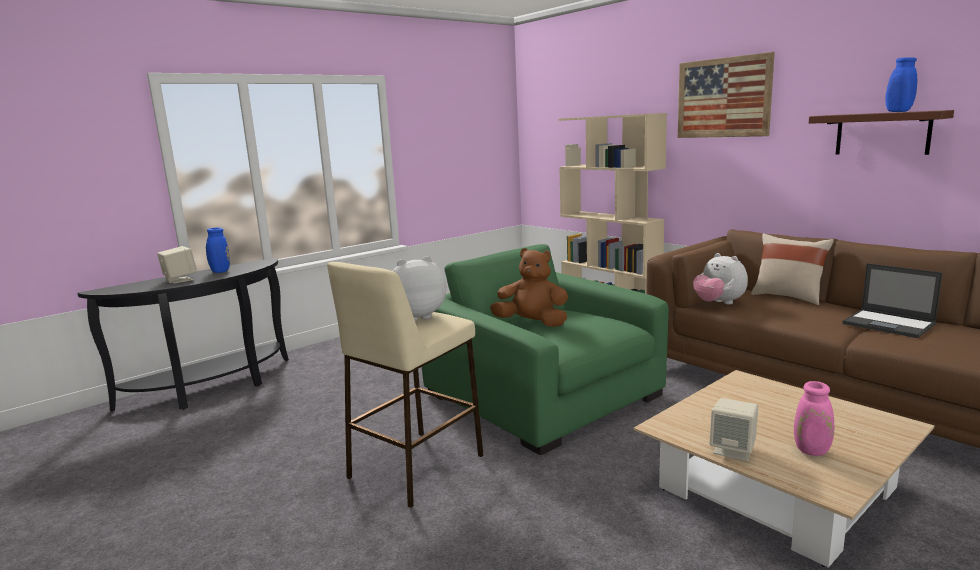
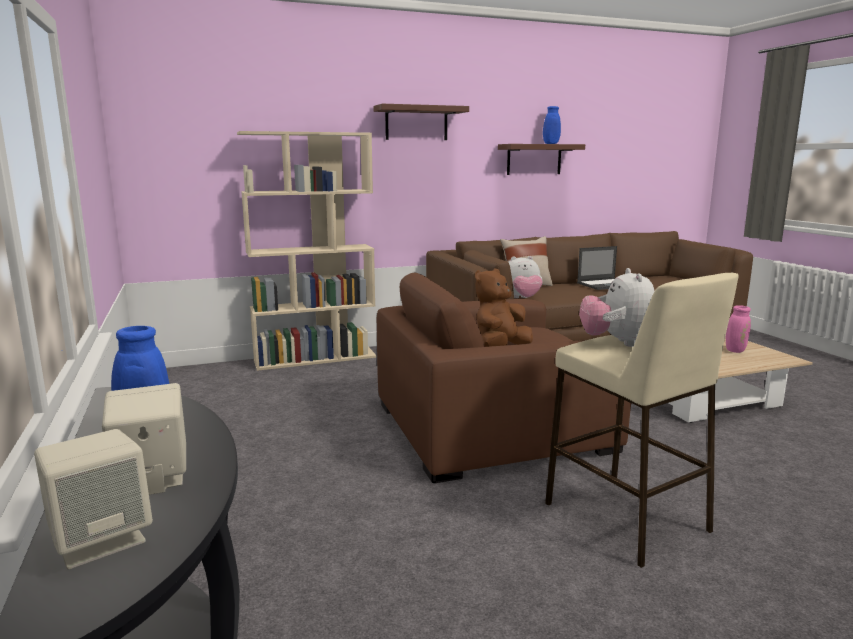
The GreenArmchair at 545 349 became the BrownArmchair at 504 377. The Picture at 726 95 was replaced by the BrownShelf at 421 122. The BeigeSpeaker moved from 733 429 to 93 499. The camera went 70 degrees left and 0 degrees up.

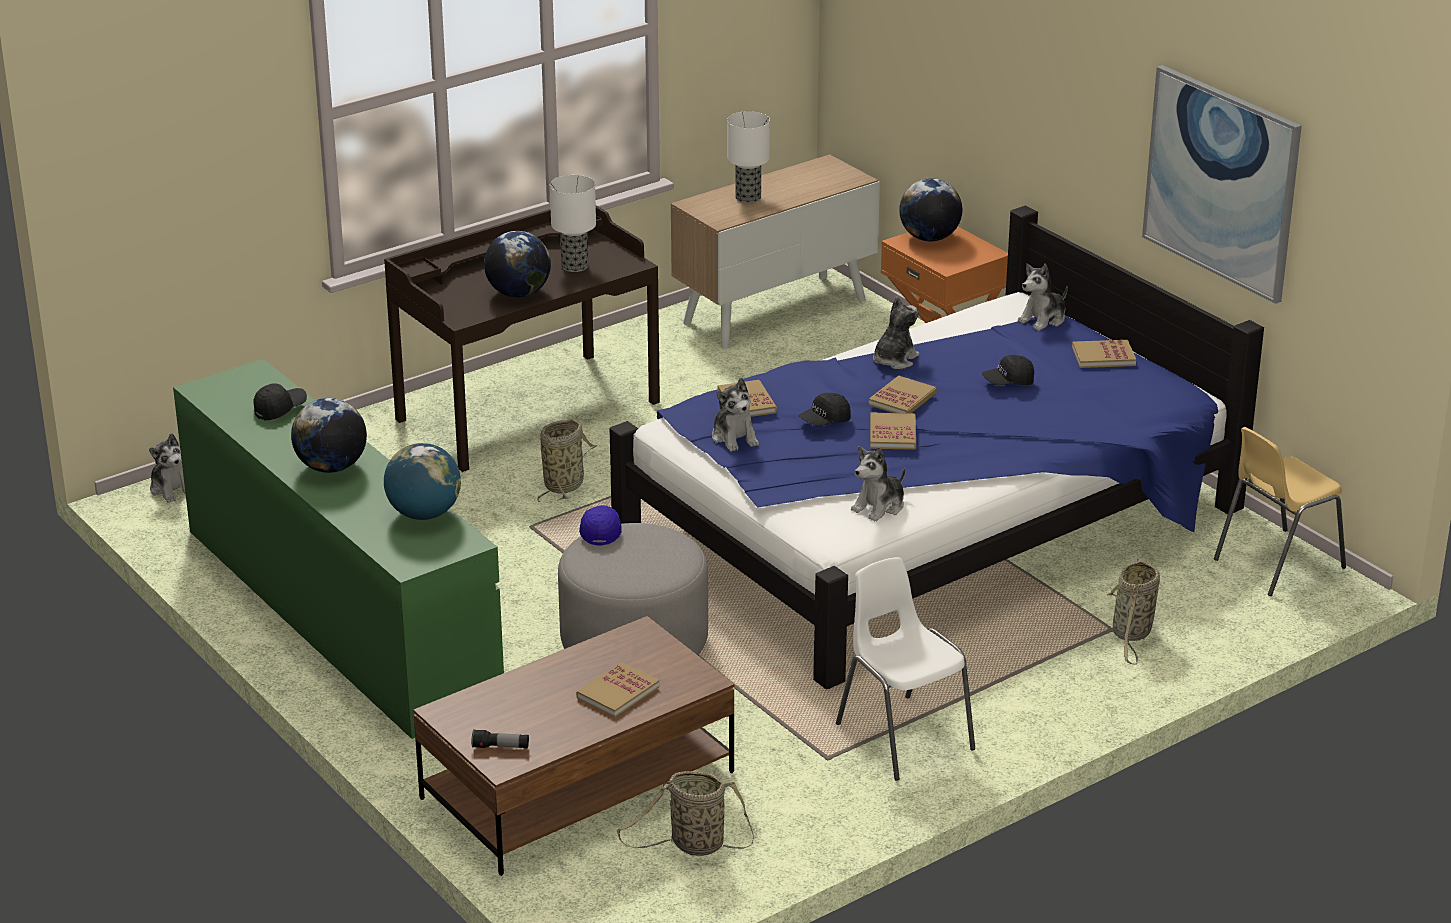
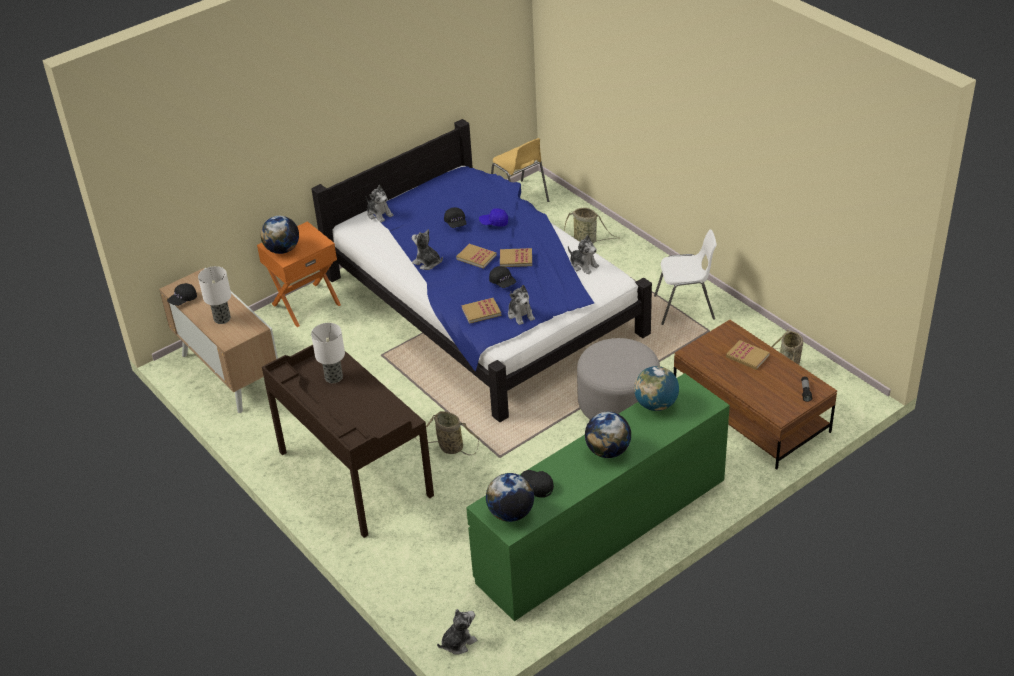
The Globe moved from 517 264 to 510 497. The BlueCap moved from 600 525 to 493 217. The PlushToy at 735 415 turned 90 degrees clockwise. The WhiteChair at 905 669 turned 150 degrees counterclockwise. The Book at 1104 354 disappeared. The Picture at 1222 184 disappeared. The BlackCap at 182 294 appeared. The camera went 90 degrees left and 10 degrees up.

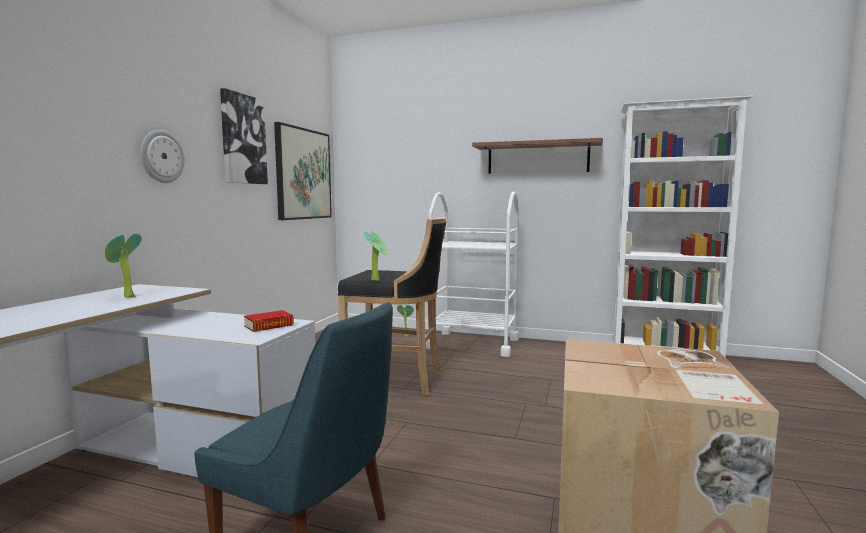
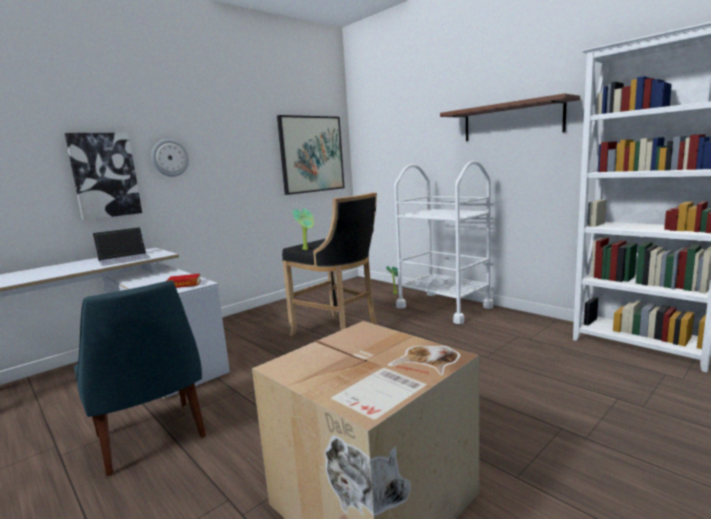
The PottedPlant at 123 266 was replaced by the Laptop at 121 246. The Picture moved from 244 136 to 103 176. The camera went 30 degrees right and 5 degrees up.

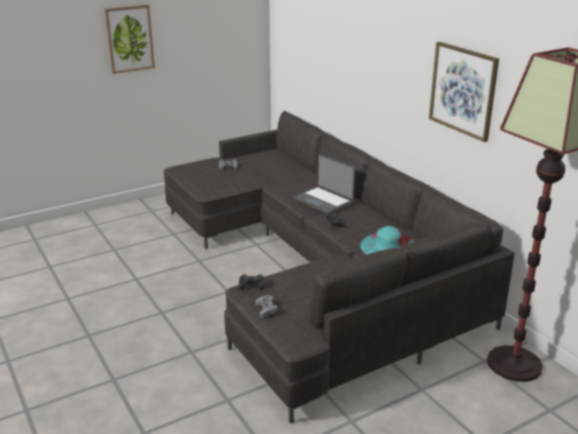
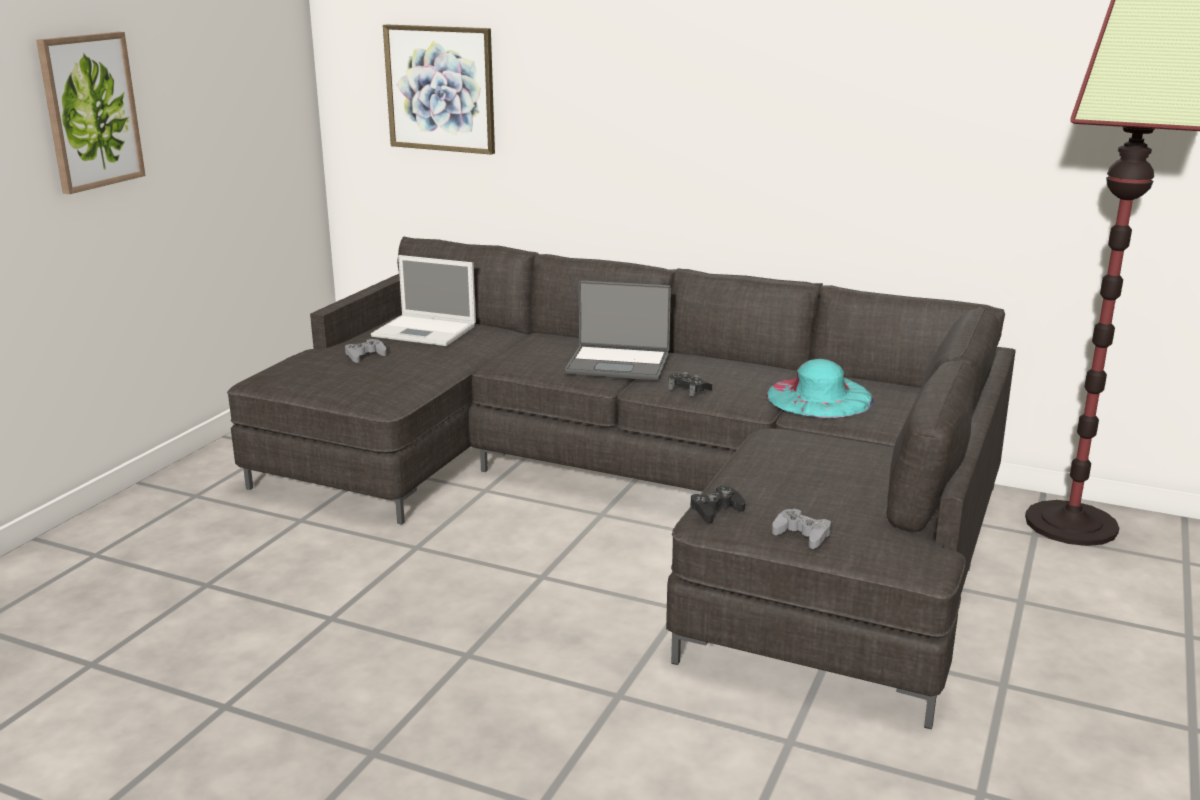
The Picture moved from 464 92 to 439 89. The Laptop at 423 300 appeared. The camera went 35 degrees left and 5 degrees down.

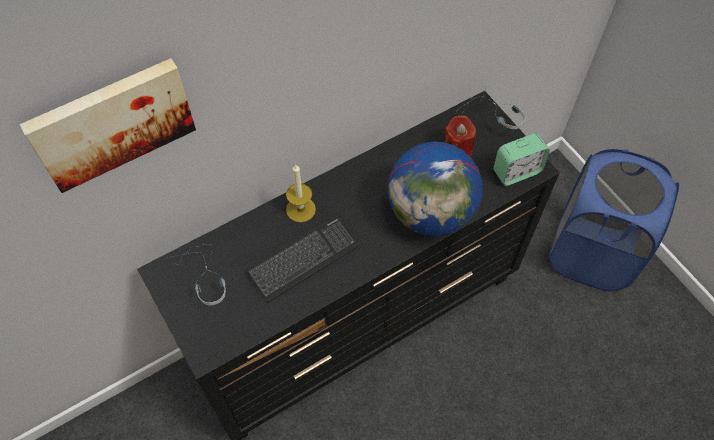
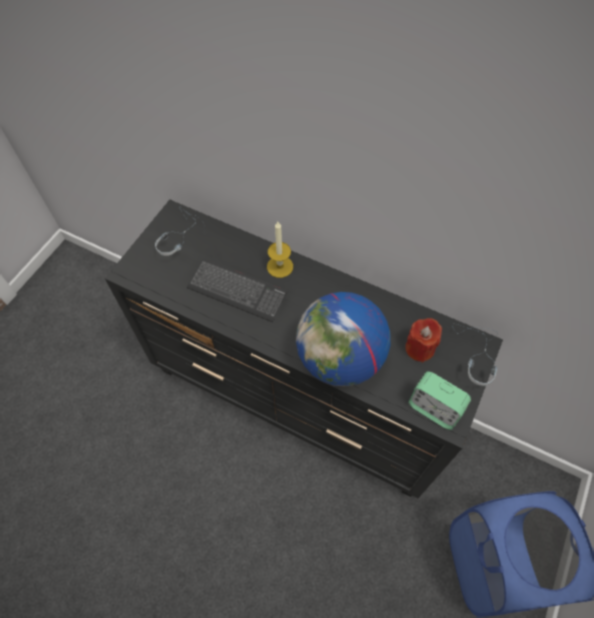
The Picture at 108 125 disappeared. The camera went 60 degrees right and 0 degrees up.

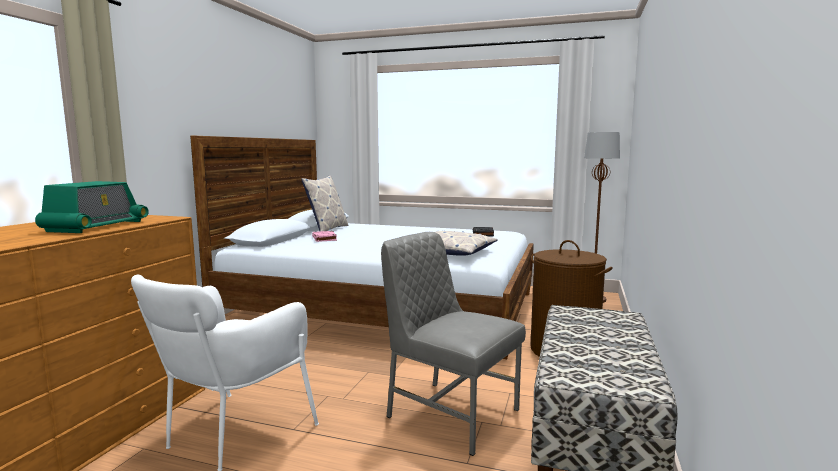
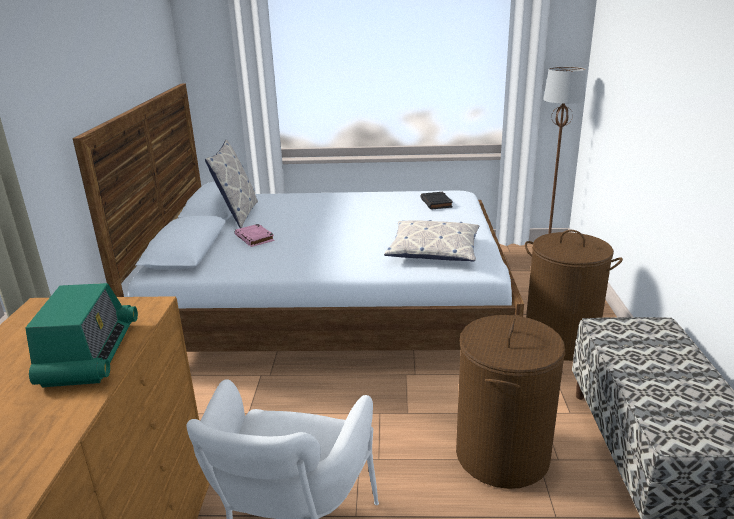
The GreyChair at 453 344 was replaced by the BrownLaundryBasket at 510 402. The camera went 15 degrees left and 15 degrees up.

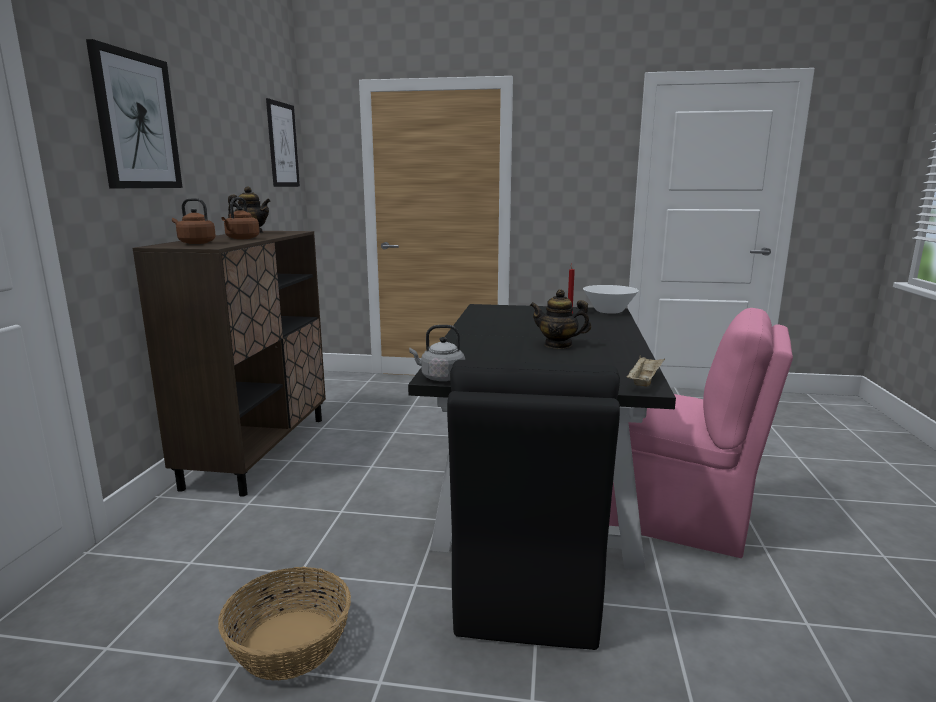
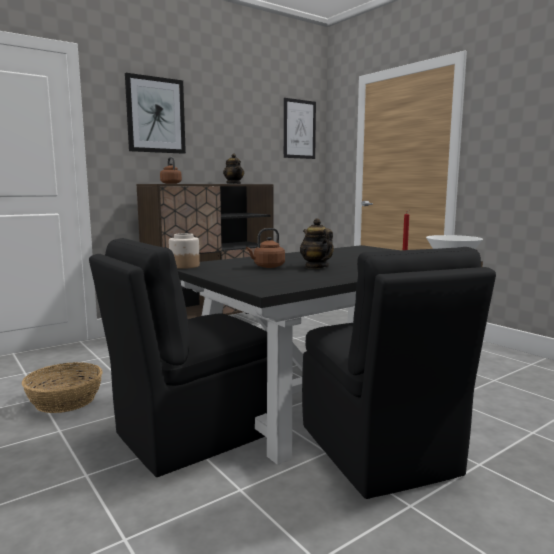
The BrownKettle moved from 240 218 to 265 248. The GreyKettle at 437 353 was replaced by the Jar at 184 251. The PinkChair at 701 433 became the BlackChair at 399 373. The BeigeTray at 645 371 disappeared. The camera went 45 degrees right and 5 degrees down.

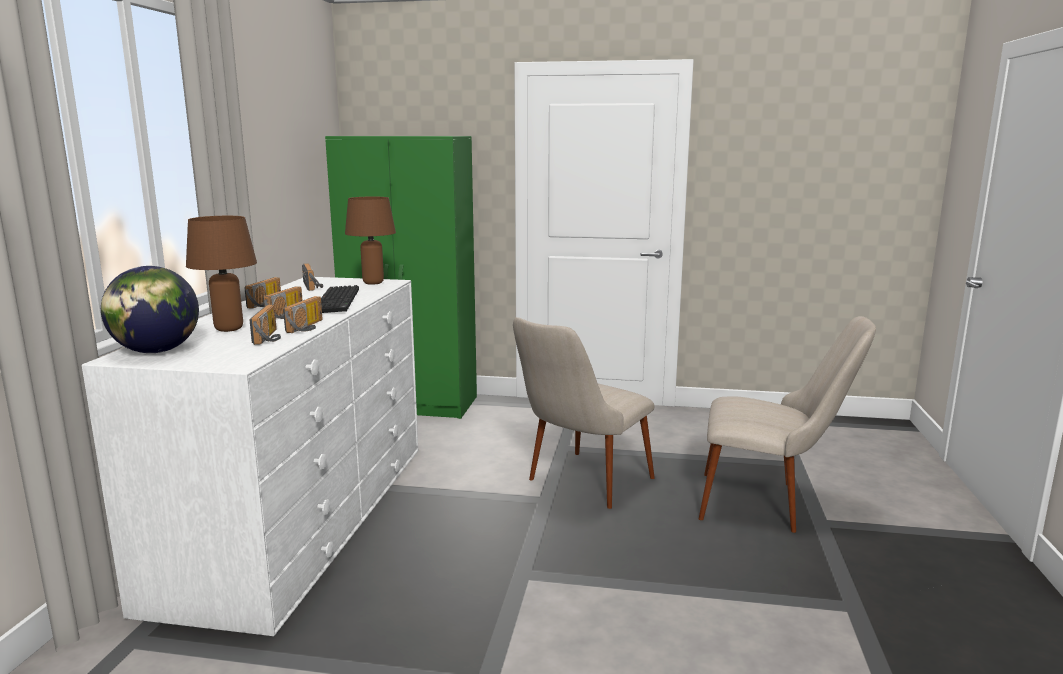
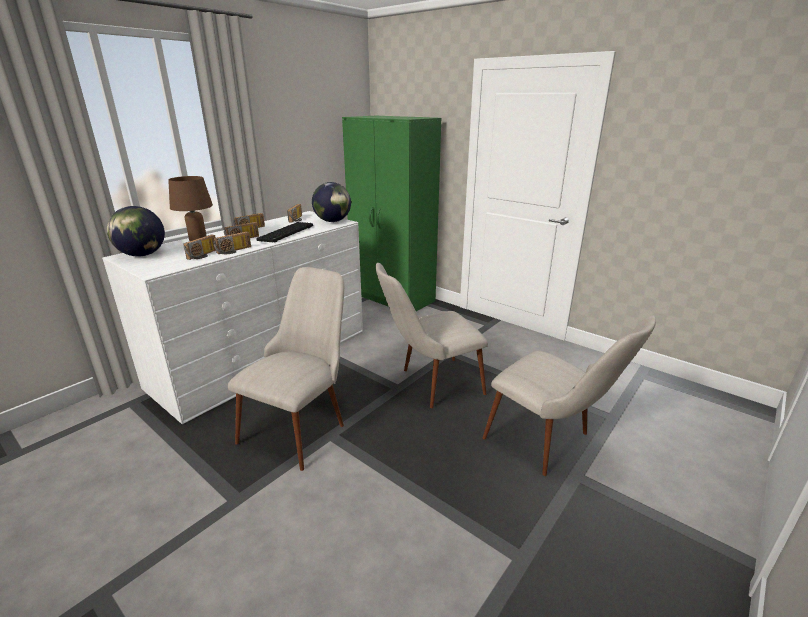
The BrownTableLamp at 370 241 was replaced by the Globe at 331 202. The BeigeChair at 286 369 appeared. The camera went 30 degrees right and 10 degrees up.

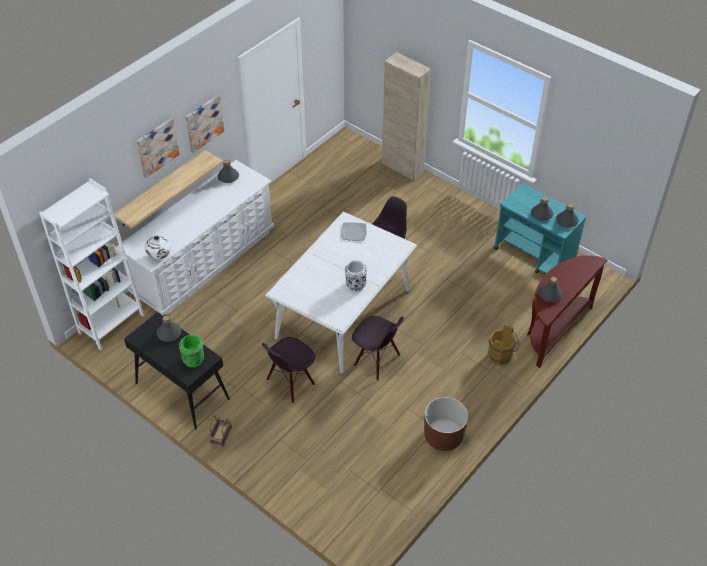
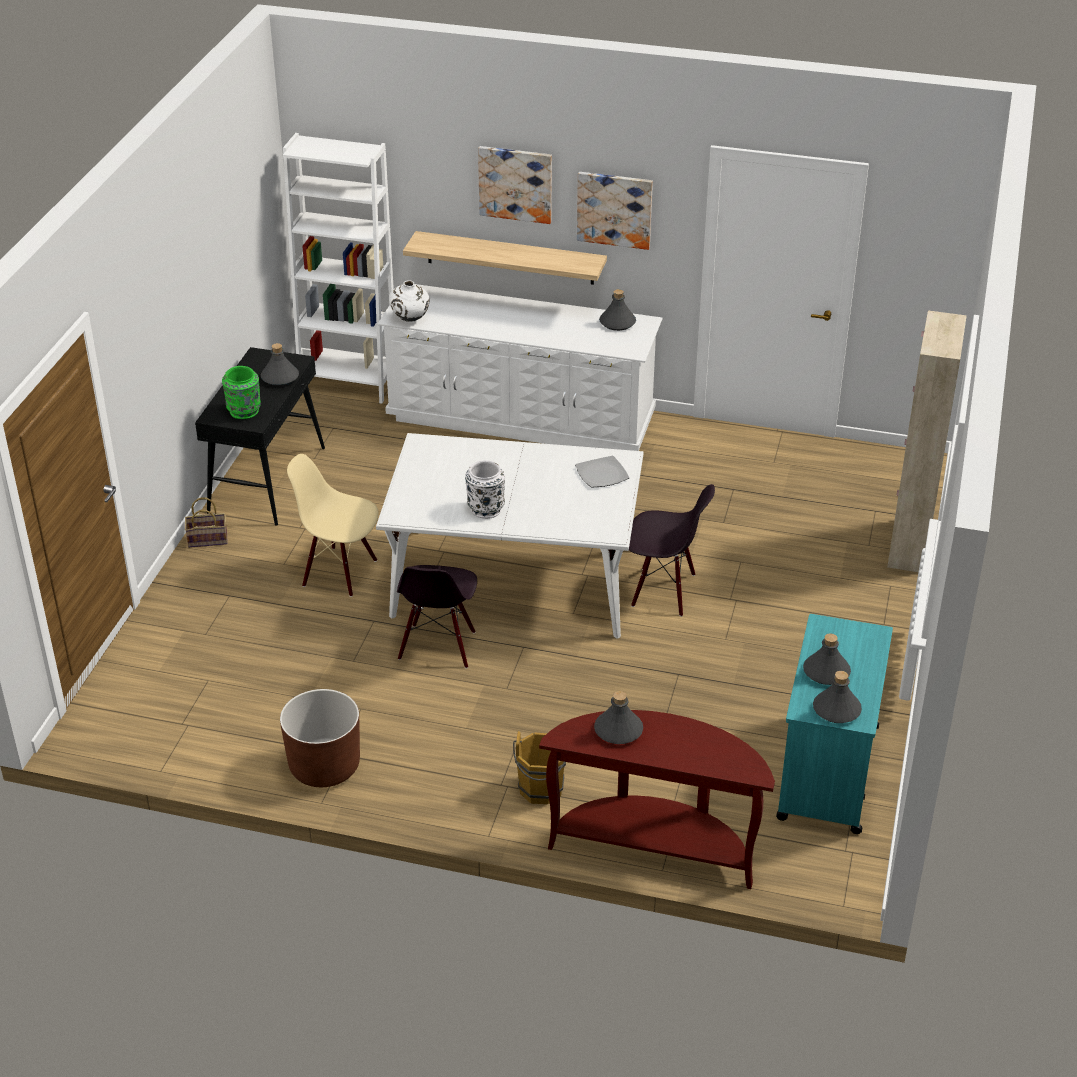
The BlackChair at 288 370 became the BeigeChair at 333 525. The camera went 65 degrees right and 10 degrees down.

